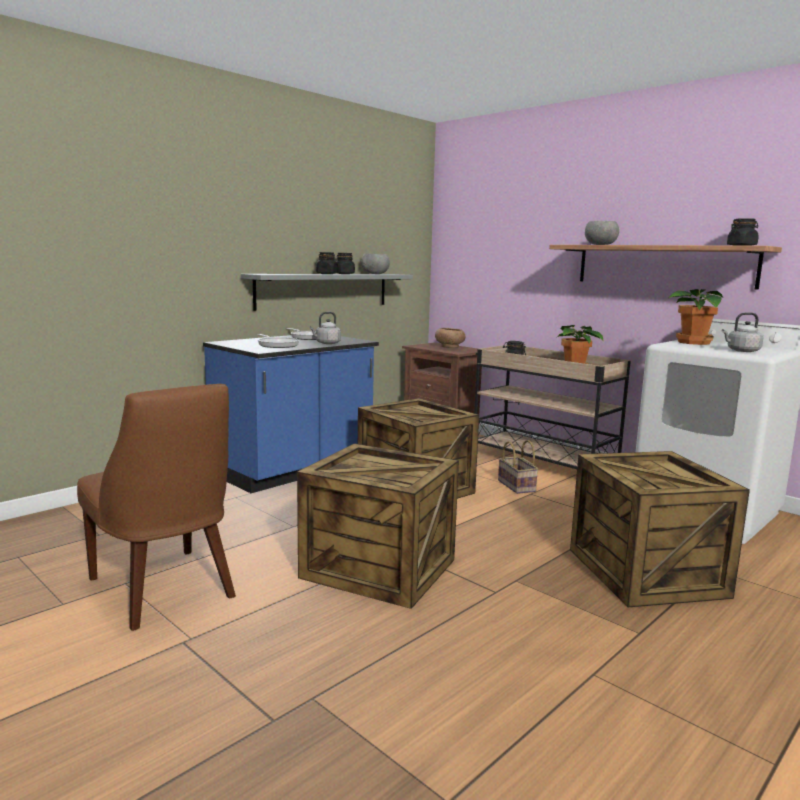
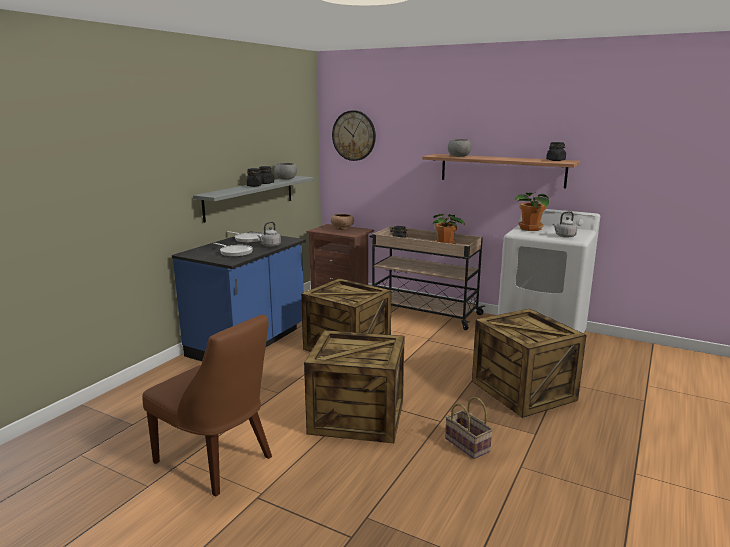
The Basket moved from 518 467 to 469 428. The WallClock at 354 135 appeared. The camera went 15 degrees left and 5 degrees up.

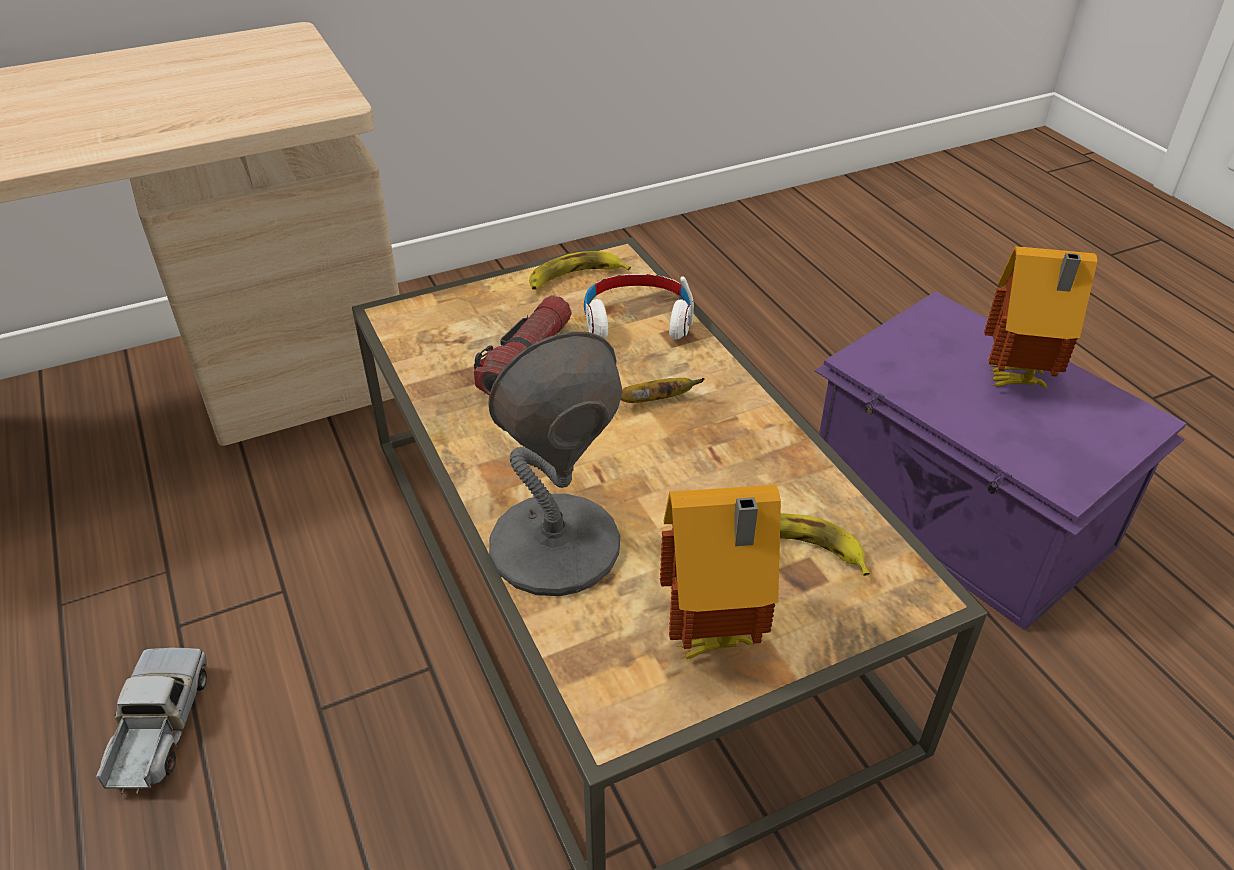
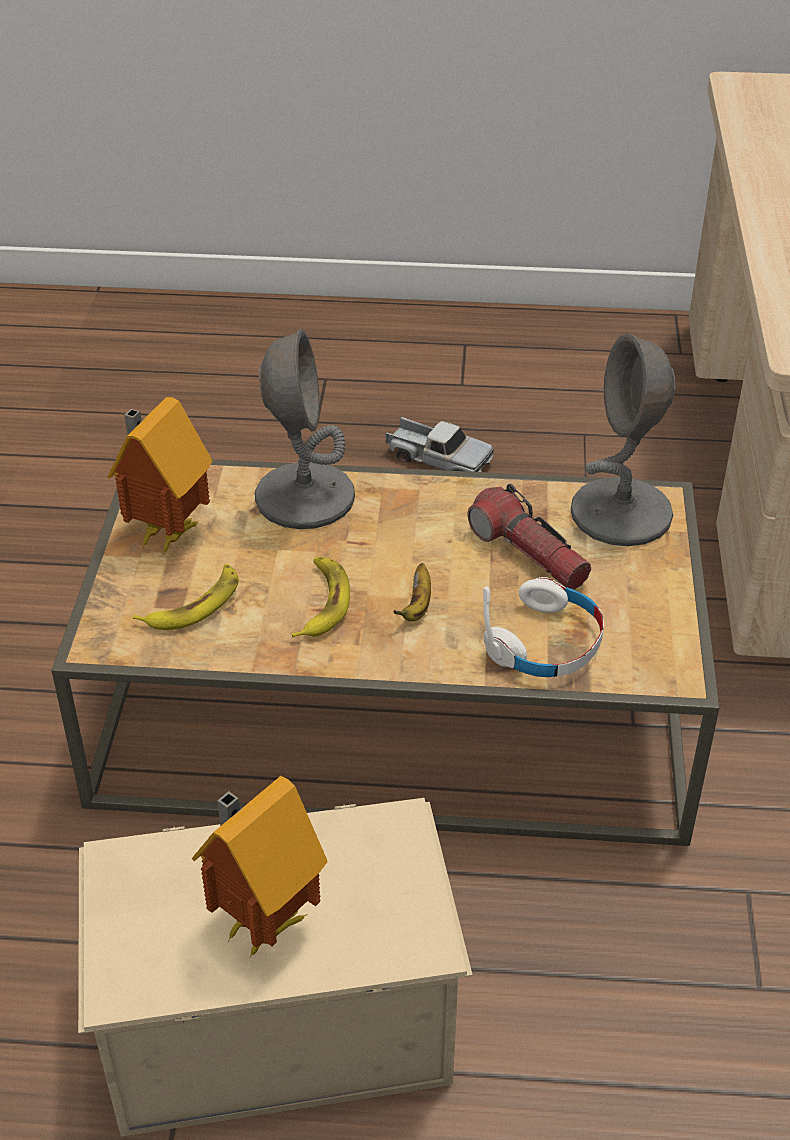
The Banana moved from 580 270 to 321 597. The PurpleStorageBox at 1000 461 became the BeigeStorageBox at 275 967. The GreyTableLamp at 623 439 appeared. The camera went 120 degrees right and 0 degrees up.

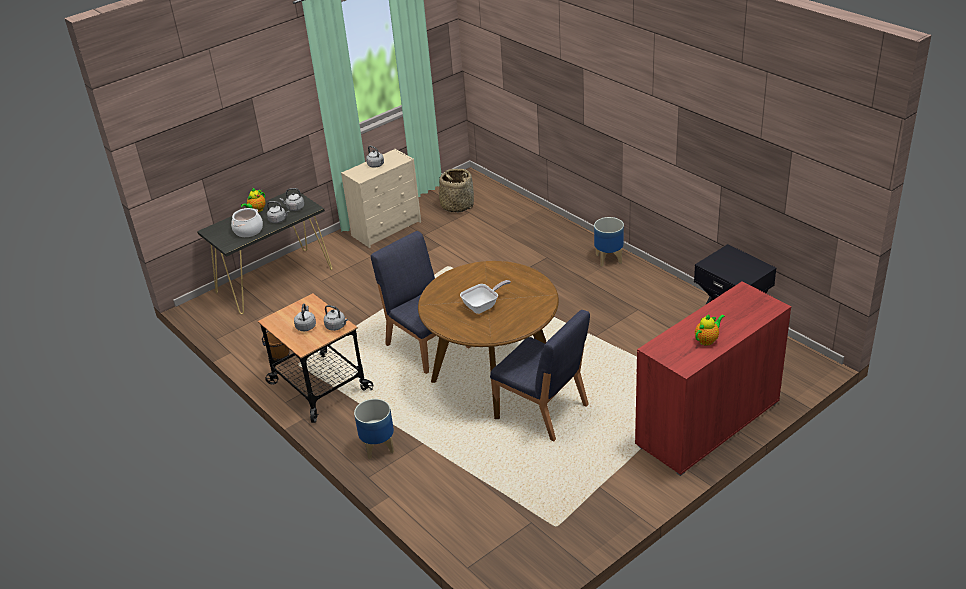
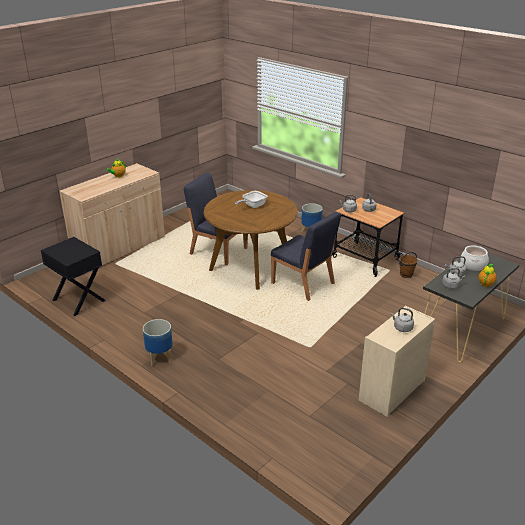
The Basket at 455 190 disappeared. The RedCabinet at 713 379 became the BeigeCabinet at 112 217. The camera went 170 degrees right and 5 degrees down.

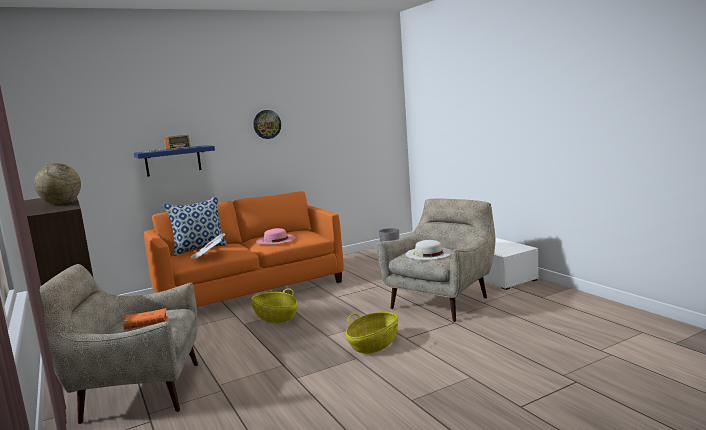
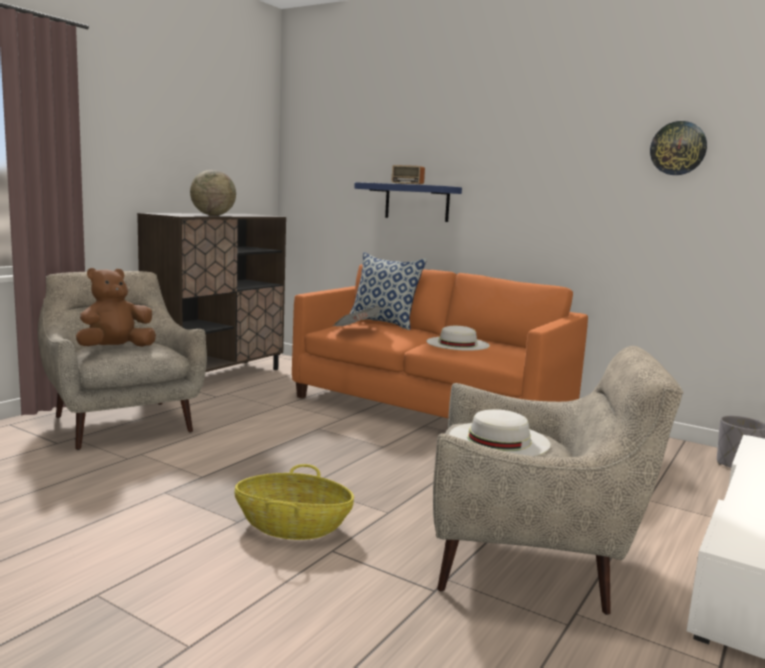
The OrangeBook at 145 319 was replaced by the BrownPlushToy at 116 307. The Basket at 274 305 disappeared. The WallClock moved from 267 124 to 678 148. The PinkHat at 276 236 became the WhiteHat at 458 338. The camera went 60 degrees right and 0 degrees up.

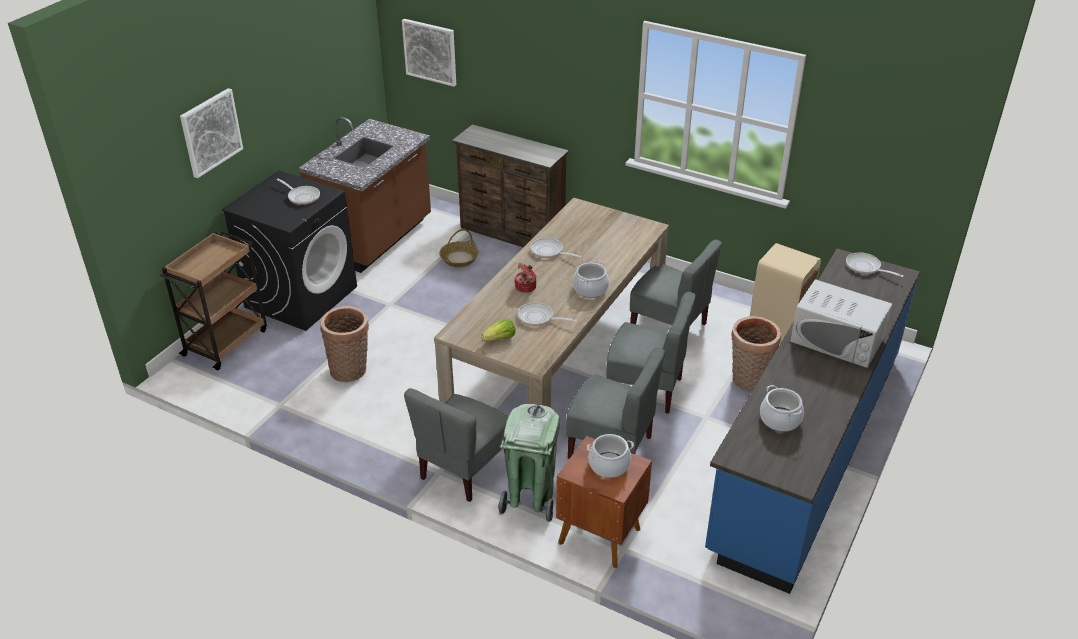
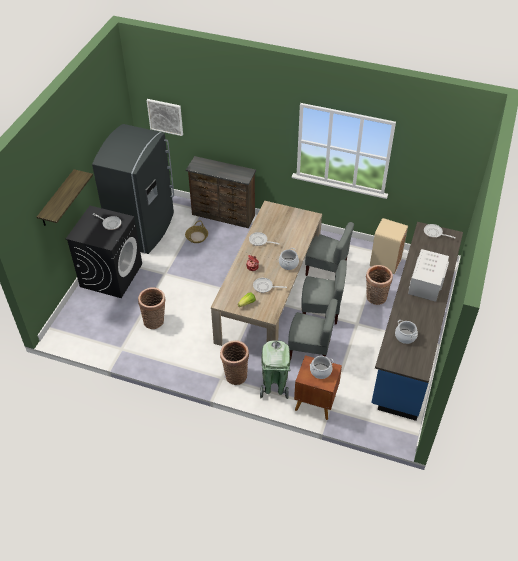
The BrownCart at 213 300 disappeared. The Picture at 211 133 was replaced by the Shelf at 65 197. The BrownCounter at 365 195 was replaced by the GreyFridge at 133 189. The GreyChair at 456 445 was replaced by the Basket at 234 362. The WhiteMicrowave at 841 323 turned 90 degrees clockwise. The camera went 10 degrees left and 10 degrees up.

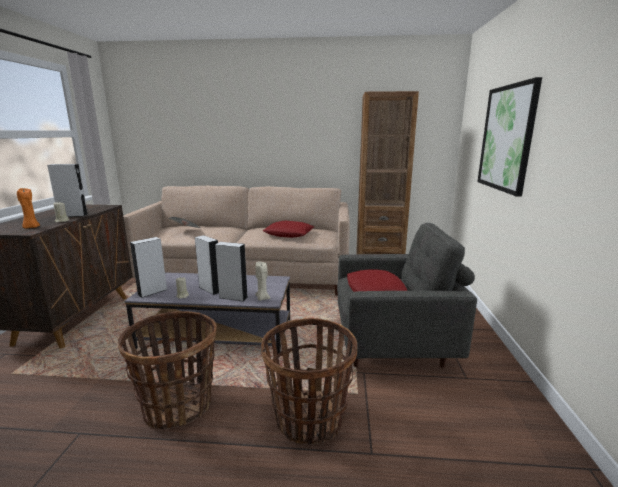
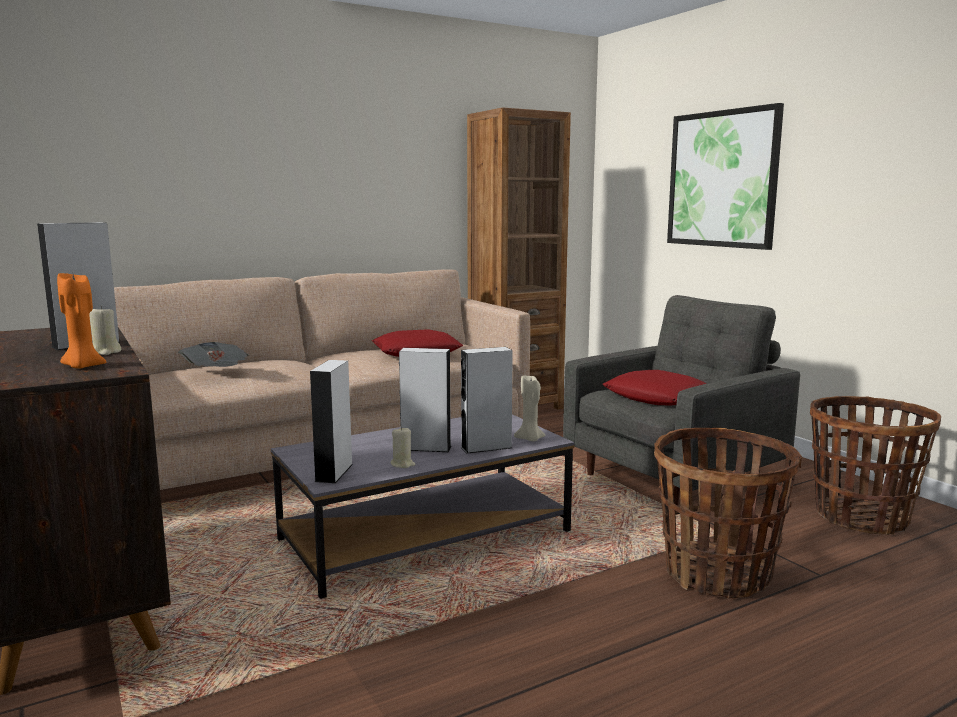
The Basket moved from 167 370 to 875 465. The camera went 35 degrees left and 5 degrees down.

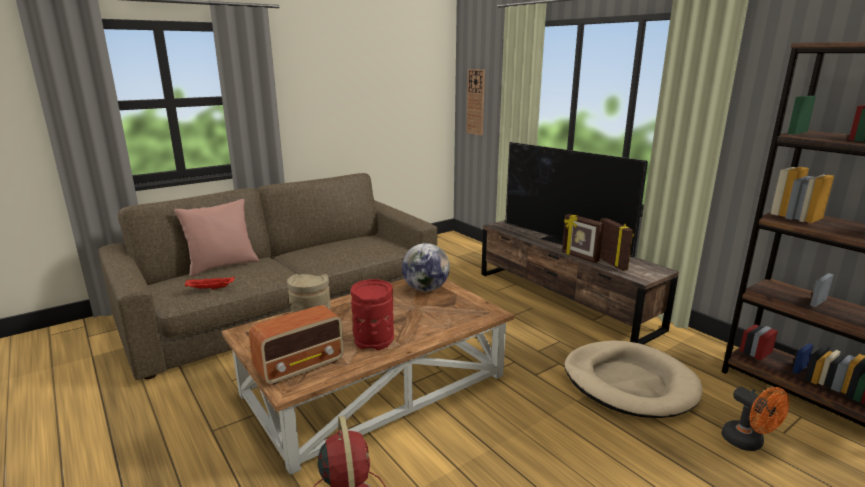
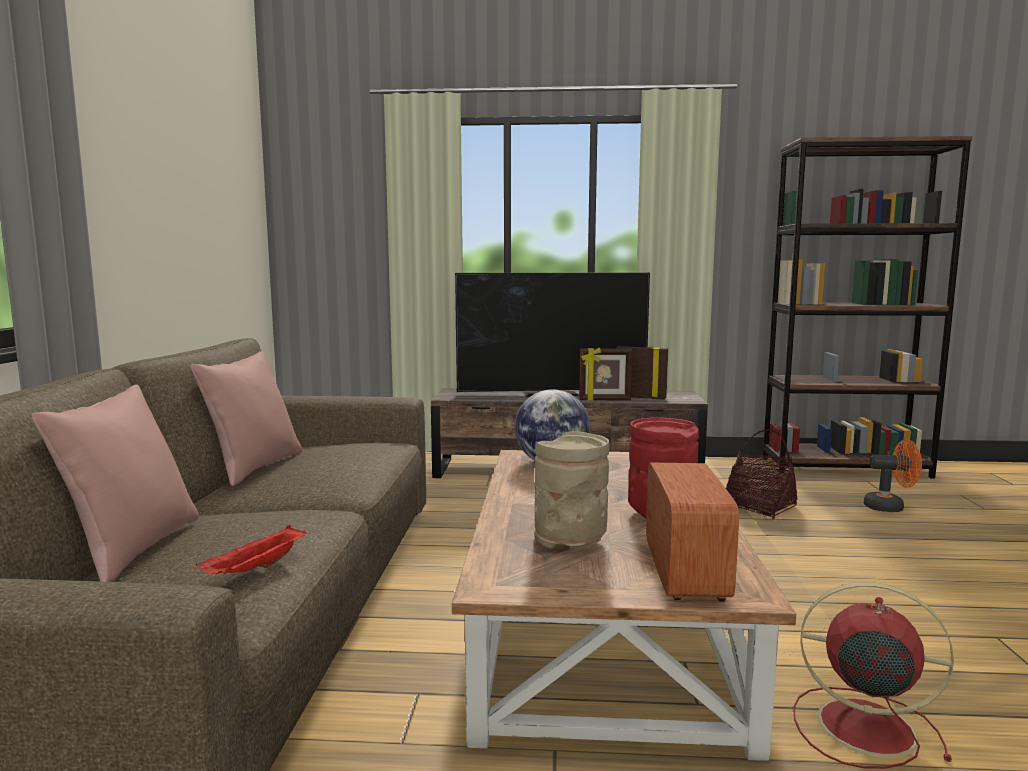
The WallClock at 475 102 disappeared. The BeigeDogBed at 633 379 was replaced by the Basket at 762 474. The PinkPillow at 246 418 appeared. The camera went 50 degrees left and 10 degrees down.

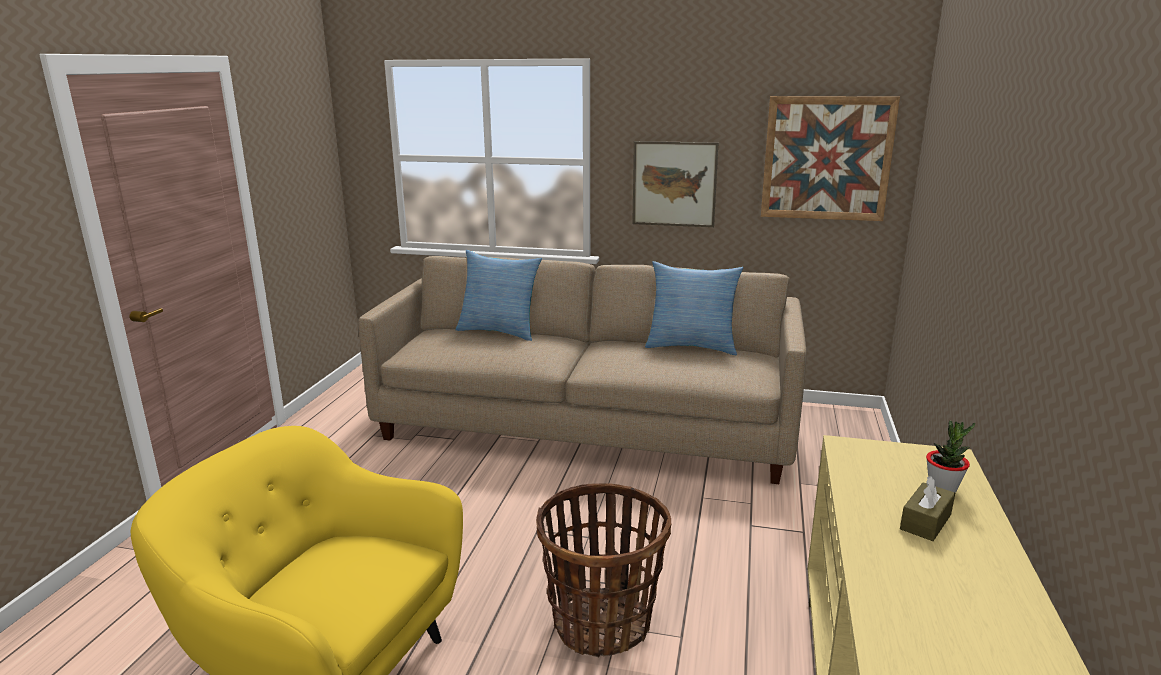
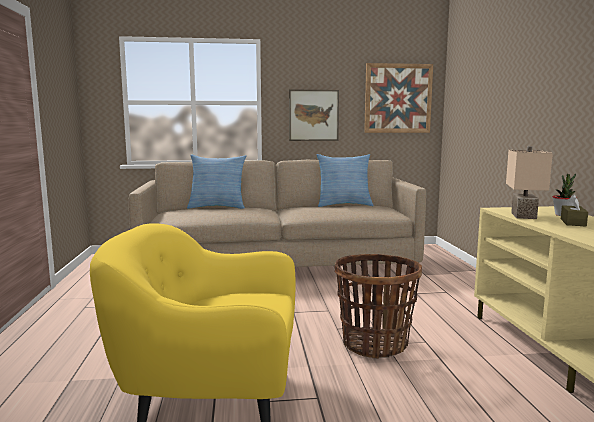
The BeigeTableLamp at 529 182 appeared. The camera went 20 degrees left and 10 degrees down.

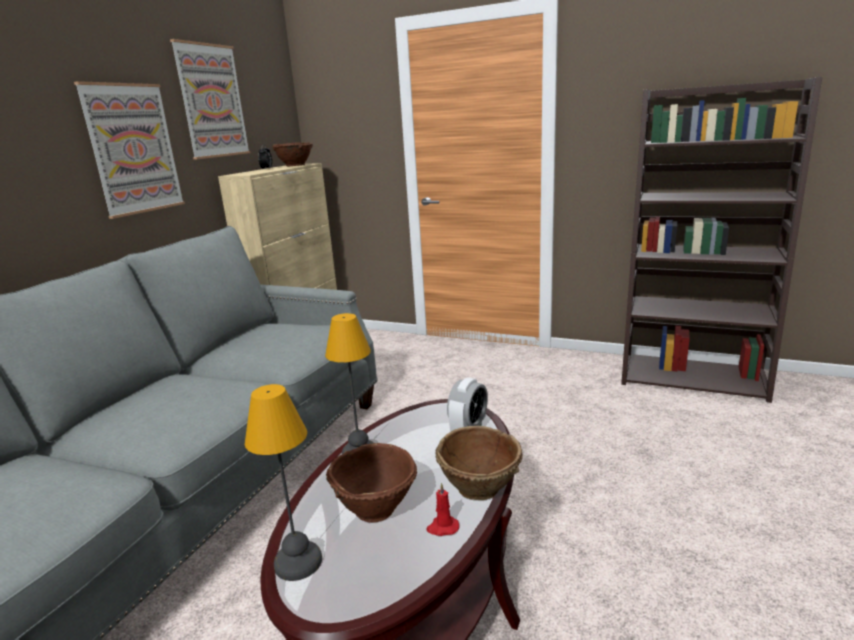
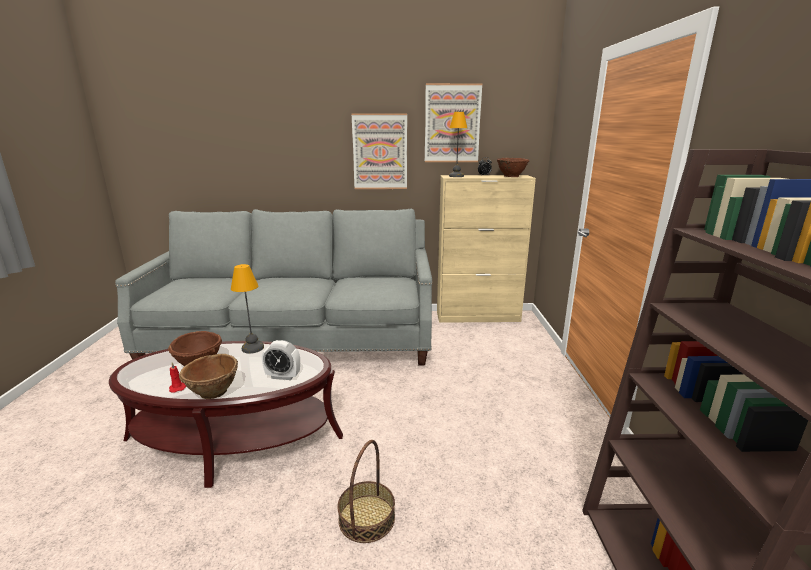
The TableLamp moved from 283 482 to 458 144. The Basket at 366 491 appeared. The camera went 65 degrees right and 0 degrees up.

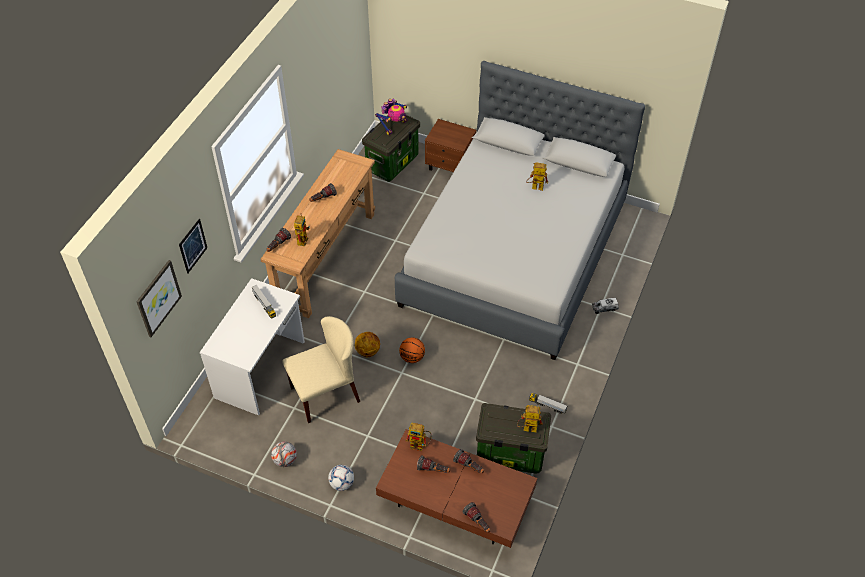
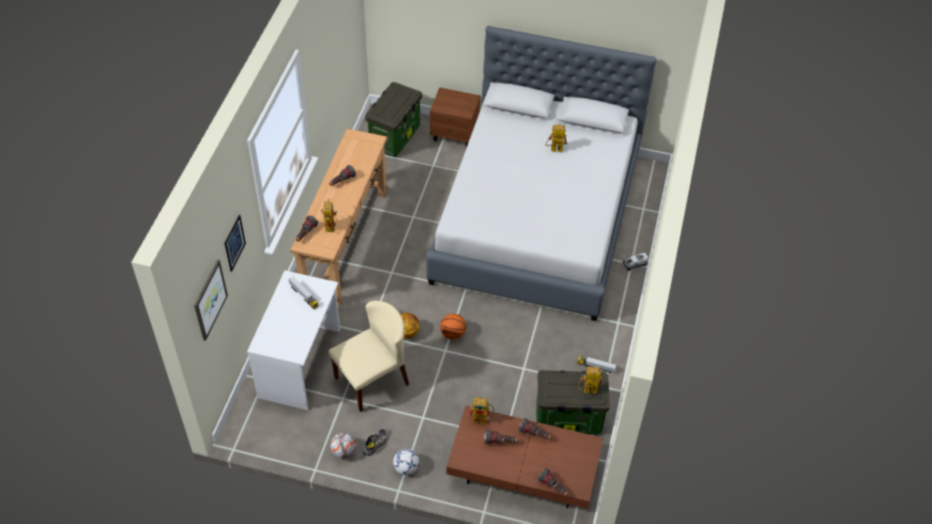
The ToyRobot at 391 116 disappeared. The Shoe at 375 442 appeared. The camera went 10 degrees left and 0 degrees up.

